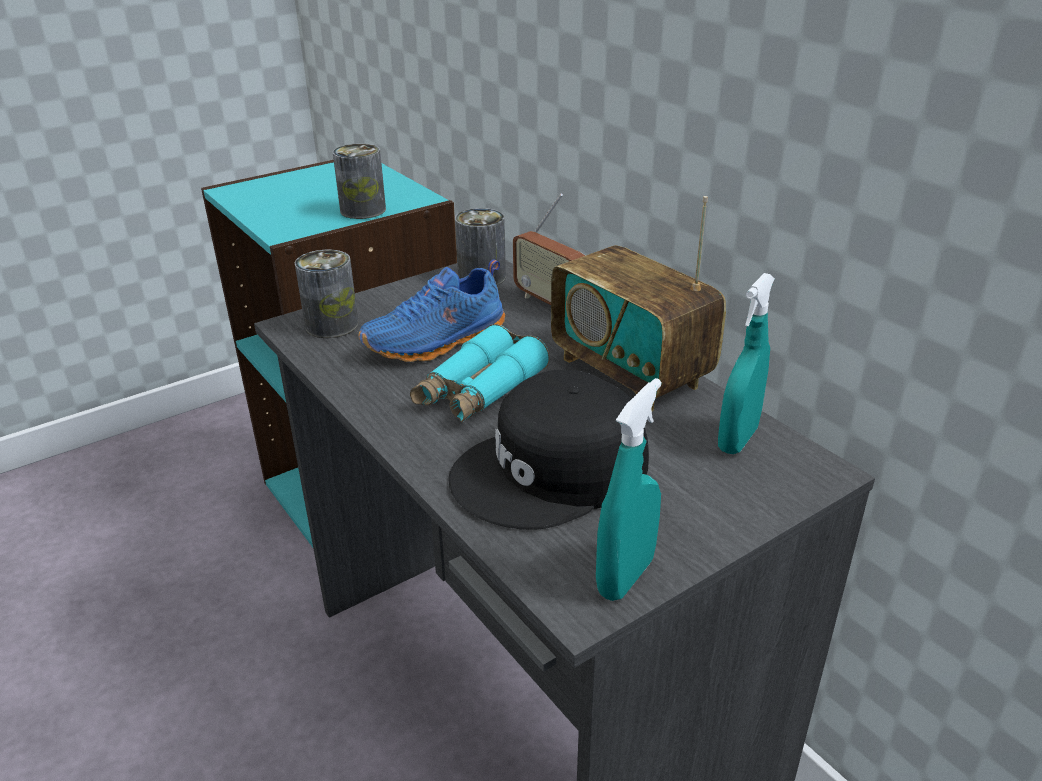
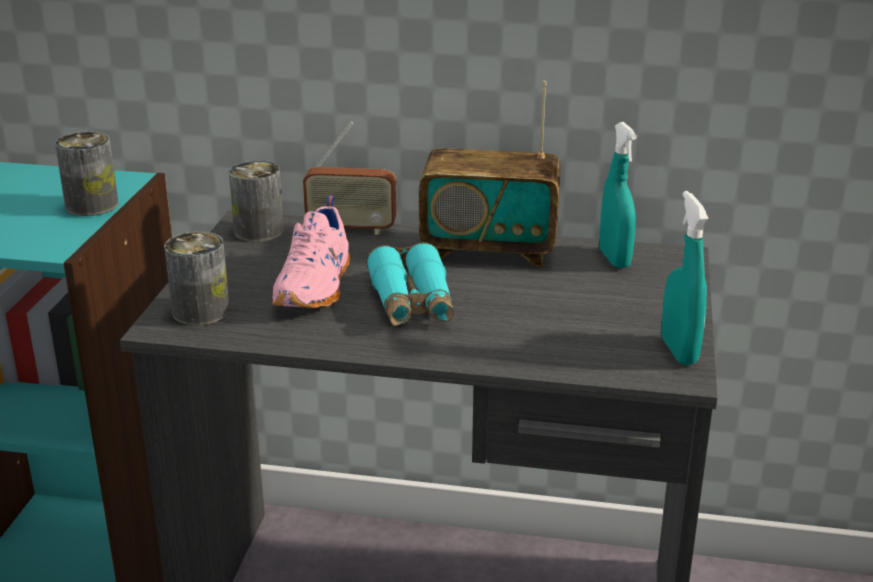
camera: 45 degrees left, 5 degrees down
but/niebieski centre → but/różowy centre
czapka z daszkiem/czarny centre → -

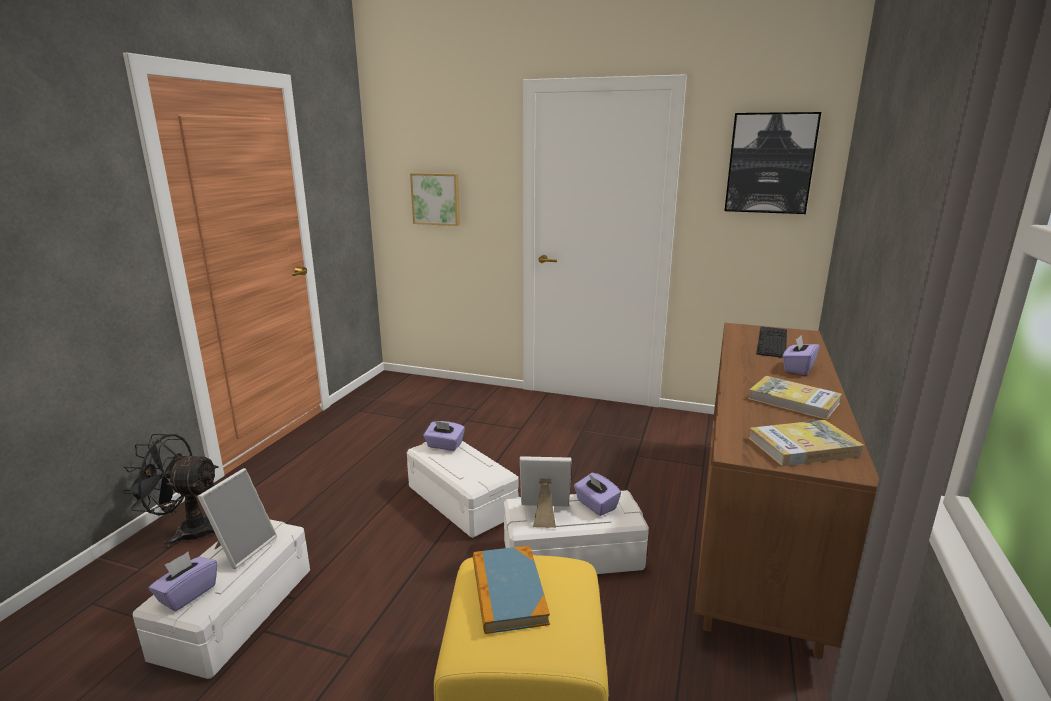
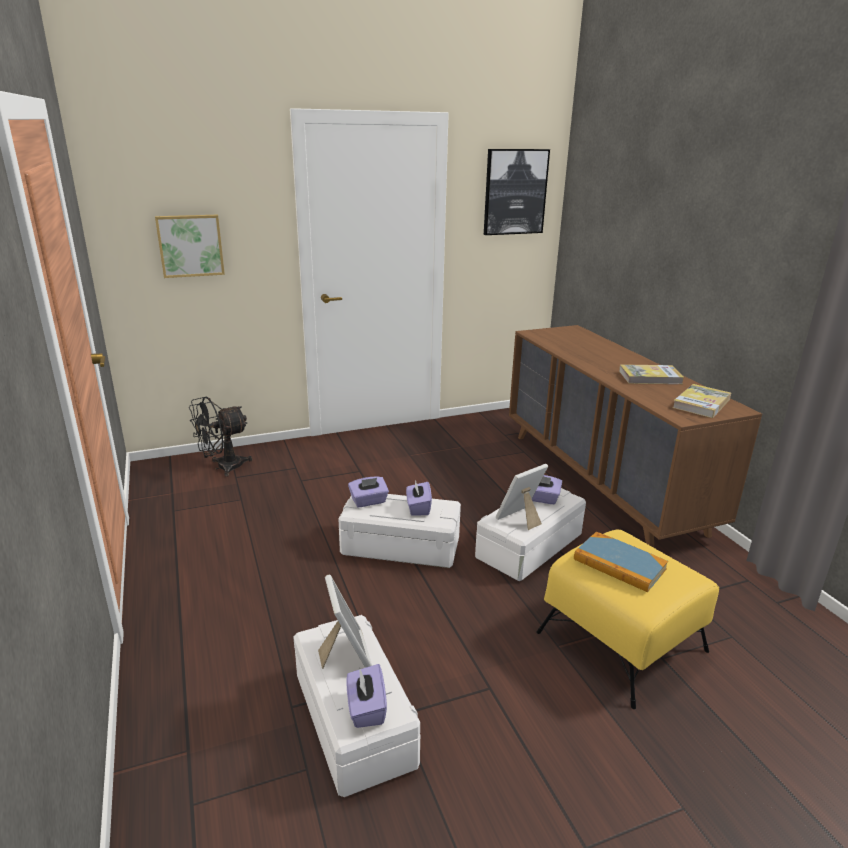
camera: 40 degrees left, 5 degrees up
wentylator/czarny bottom left → wentylator/czarny middle left, shifted
pudełko chusteczek/fioletowy (no. 4 from left in the first image) middle right → pudełko chusteczek/fioletowy (no. 3 from left) centre, shifted
klawiatura middle right → -

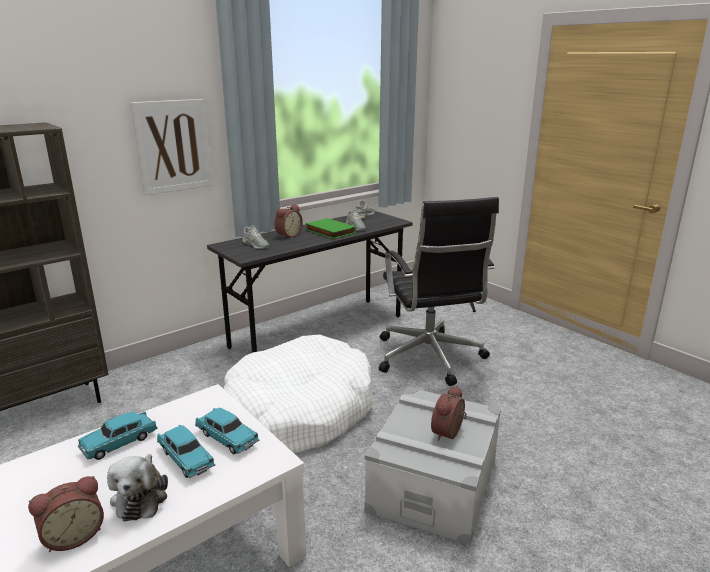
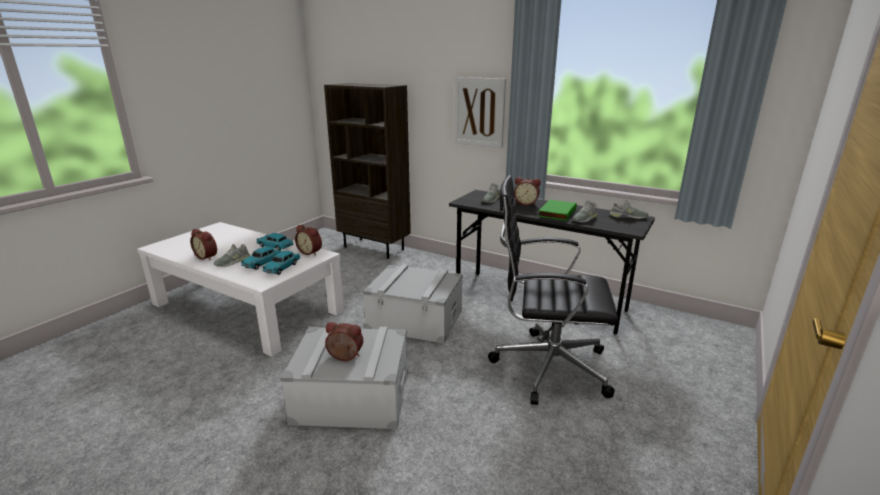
camera: 70 degrees right, 0 degrees up
pluszak bottom left → but/szary (no. 1 from left) middle left
- → budzik (no. 2 from left) centre
legowisko/biały bottom centre → pojemnik do przechowywania/szary (no. 2 from left) centre
krzesło biurowe/czarny centre, 45 degrees clockwise

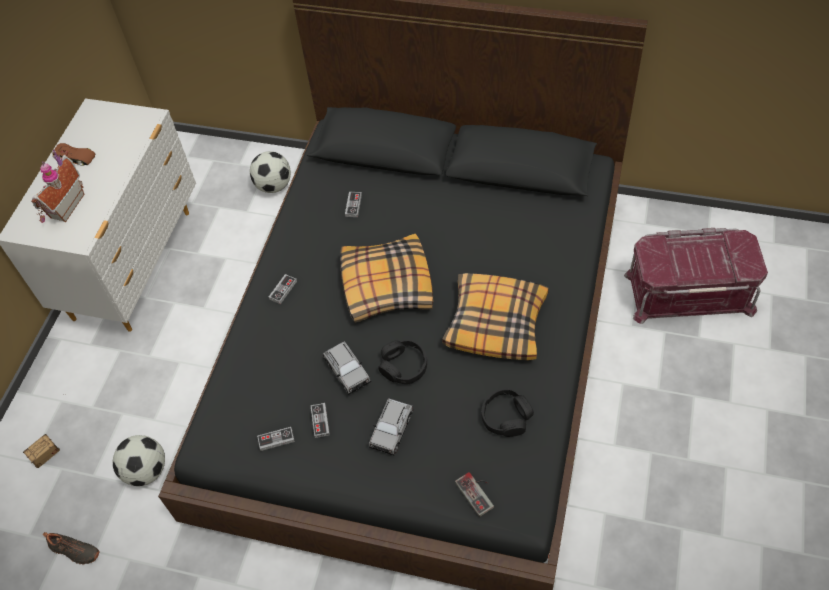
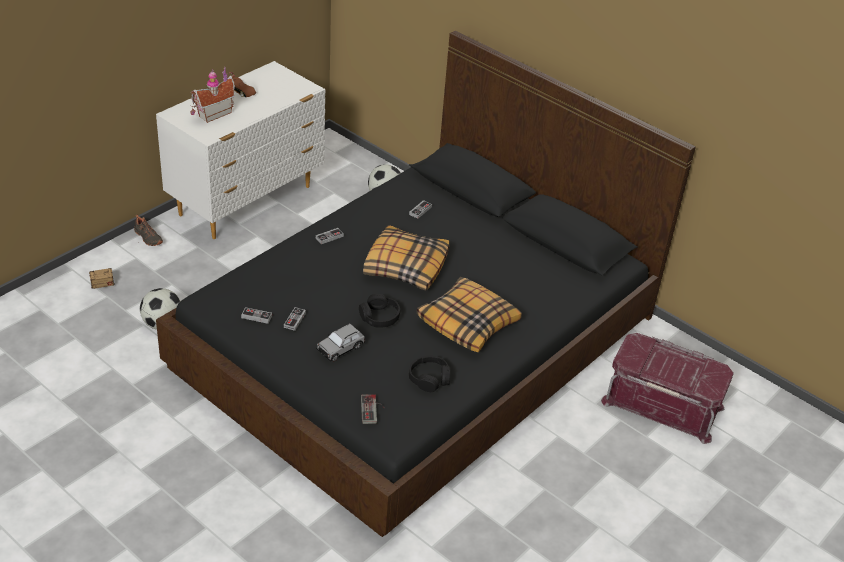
camera: 20 degrees right, 15 degrees down
but/czarny bottom left → but/czarny middle left, shifted
samochodzik/szary (no. 1 from left) centre → -

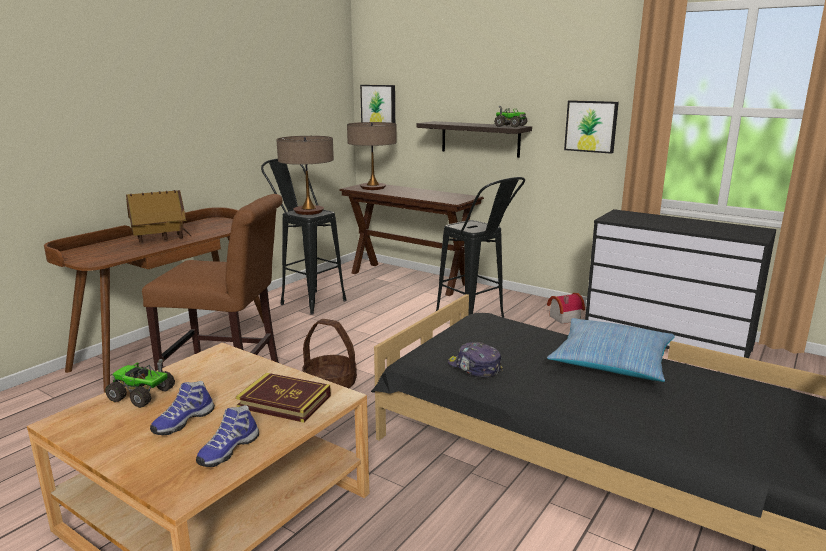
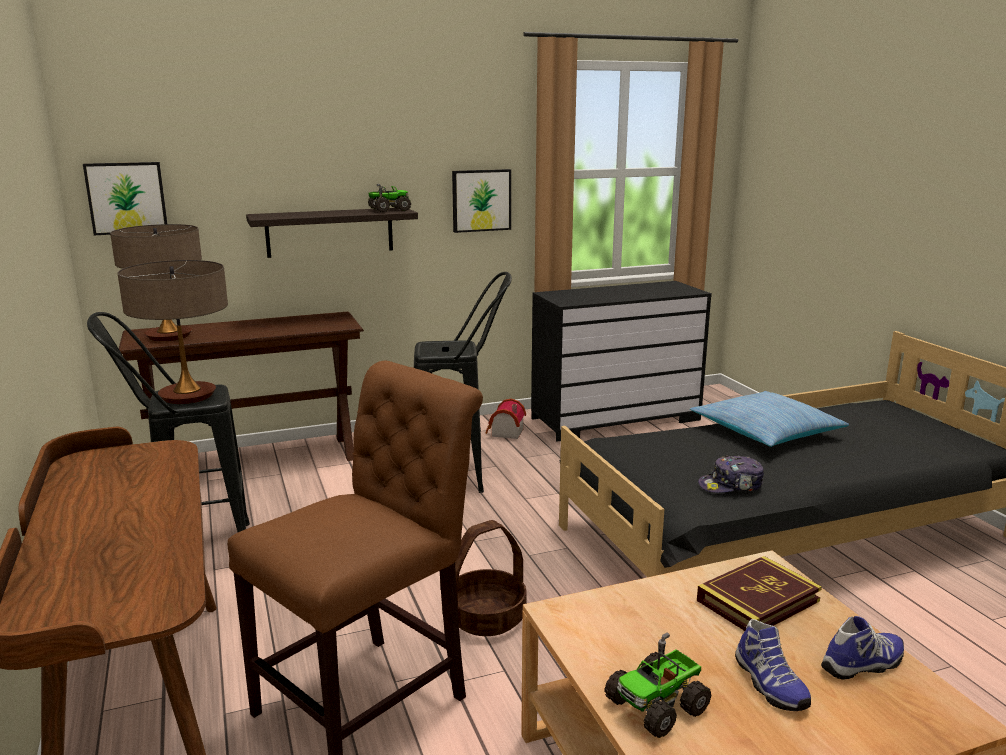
camera: 55 degrees left, 0 degrees up
but (no. 2 from left) bottom left → but (no. 2 from left) bottom right, 90 degrees counterclockwise
domek (no. 1 from left) middle left → -

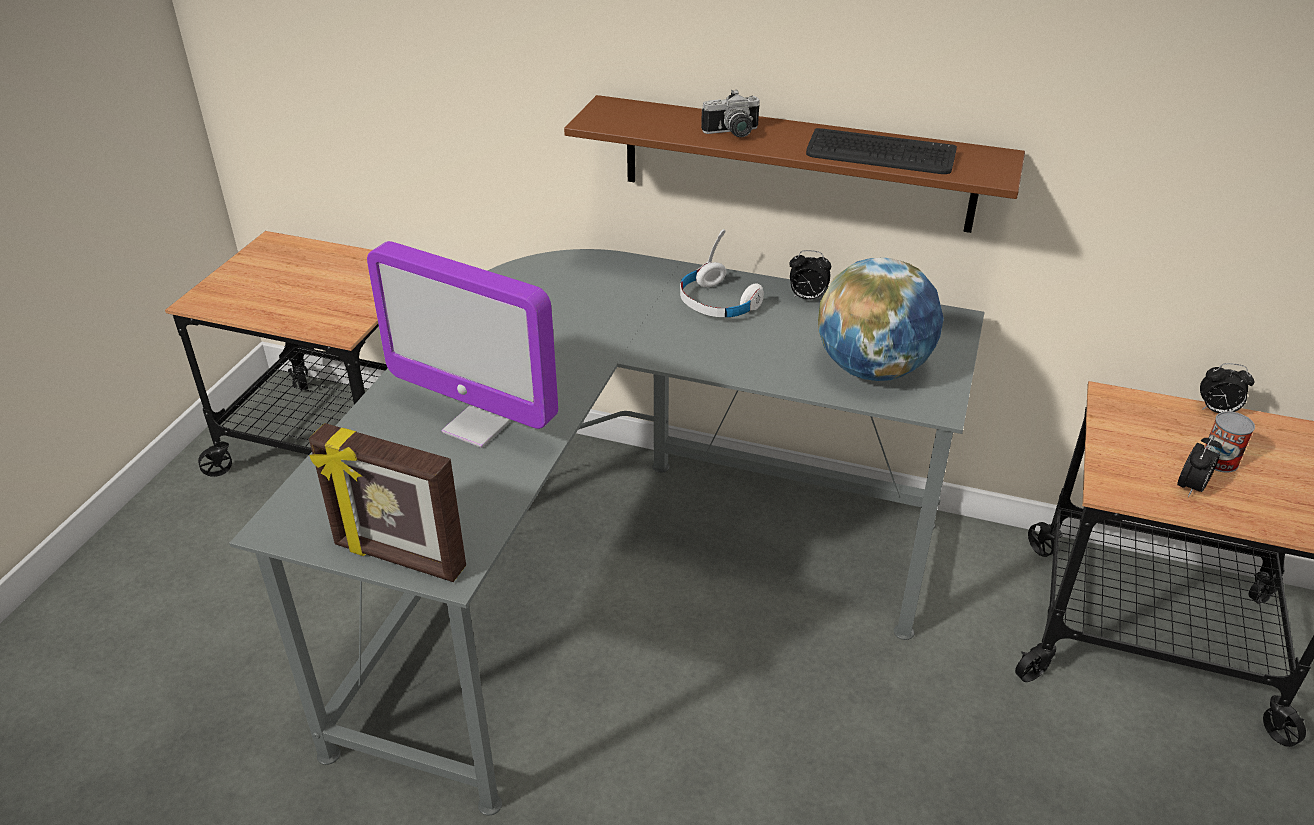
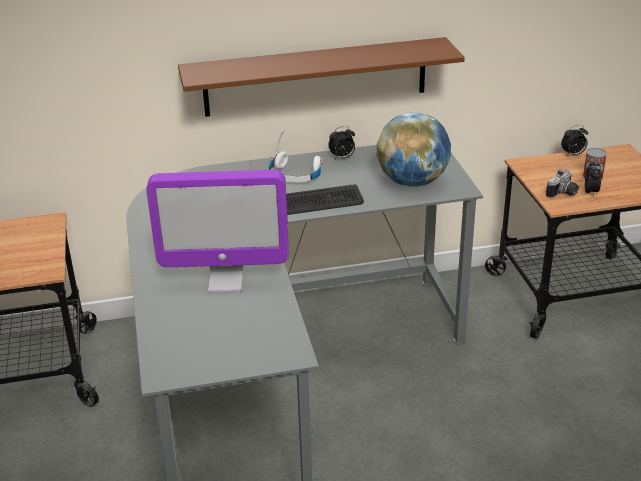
camera: 30 degrees left, 5 degrees down
klawiatura top right → klawiatura centre, shifted
aparat fotograficzny top centre → aparat fotograficzny middle right, shifted
ramka na zdjęcie middle left → -

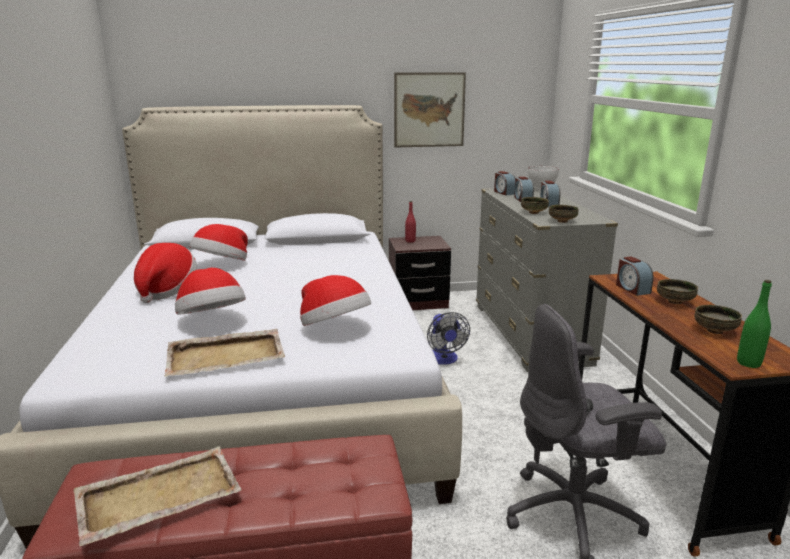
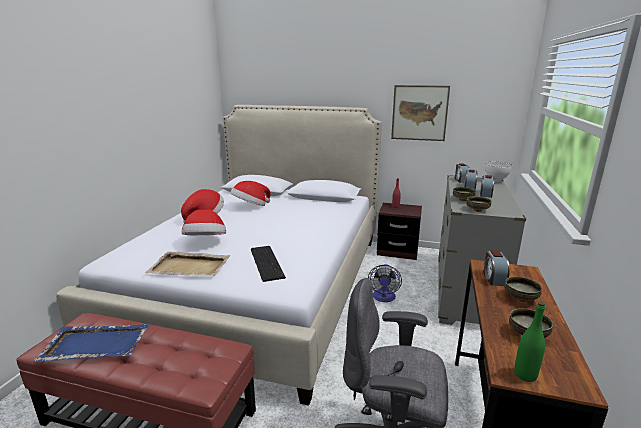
camera: 25 degrees right, 0 degrees up
taca/beżowy (no. 1 from left) bottom left → taca/niebieski bottom left
kapelusz (no. 4 from left) centre → klawiatura centre

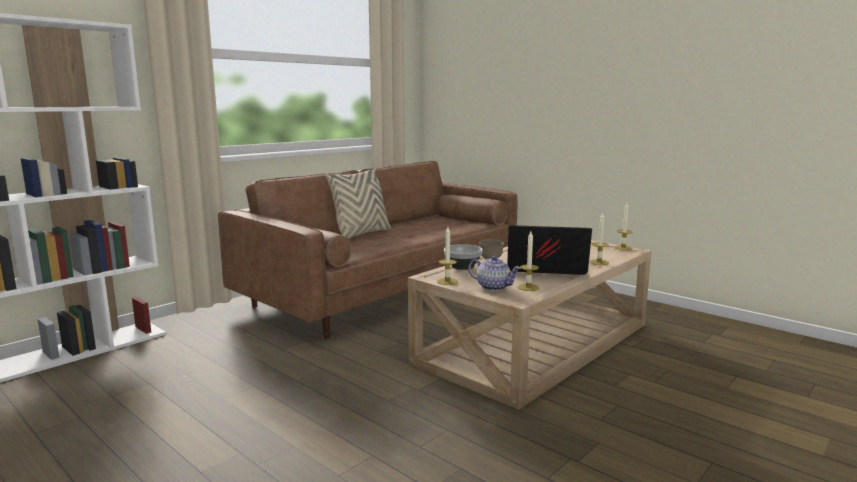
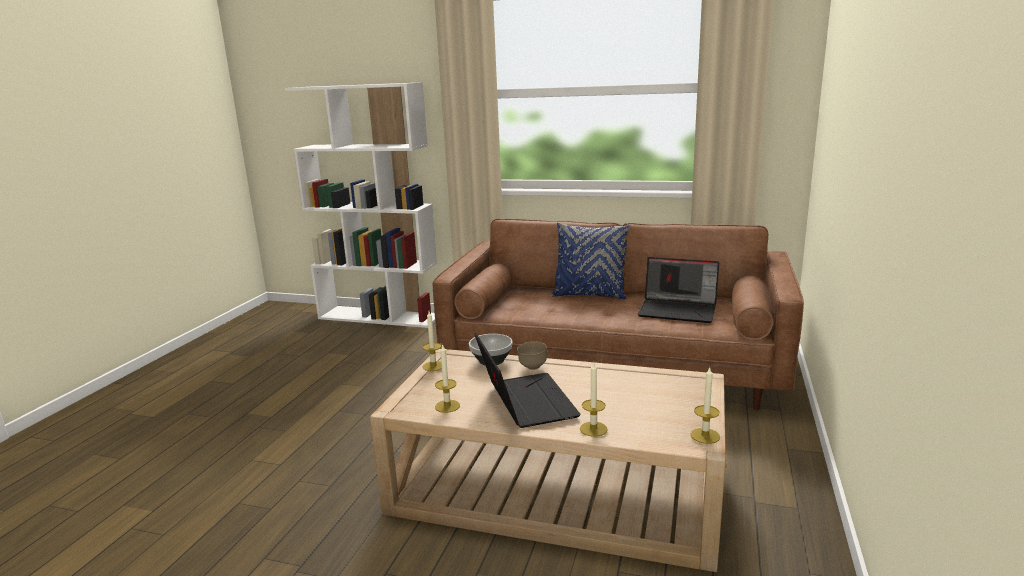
camera: 65 degrees right, 5 degrees up
poduszka/beżowy centre → poduszka/niebieski centre
- → laptop (no. 2 from left) centre
imbryk centre → -

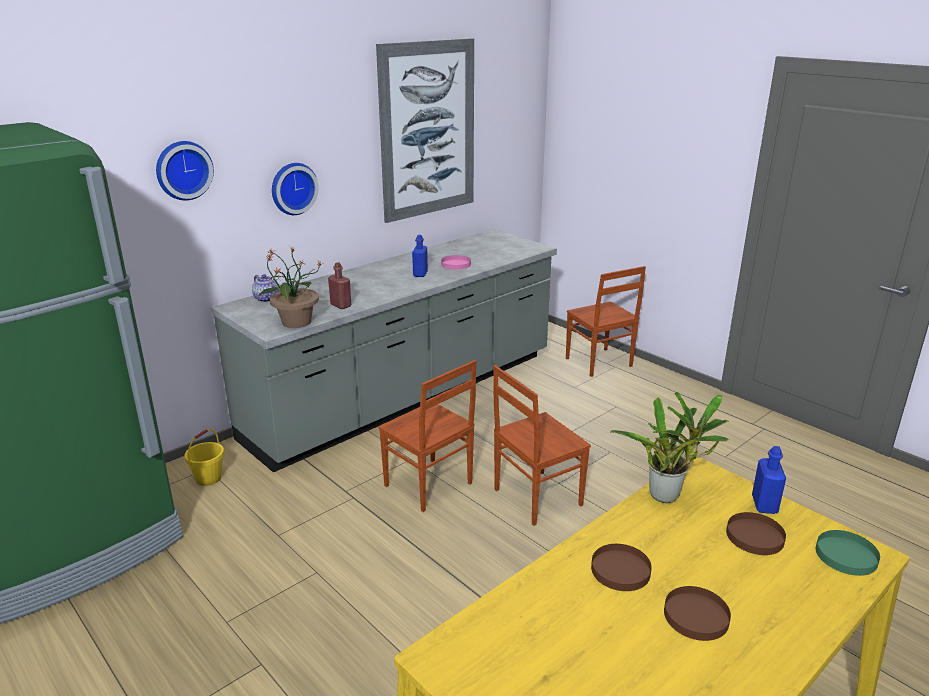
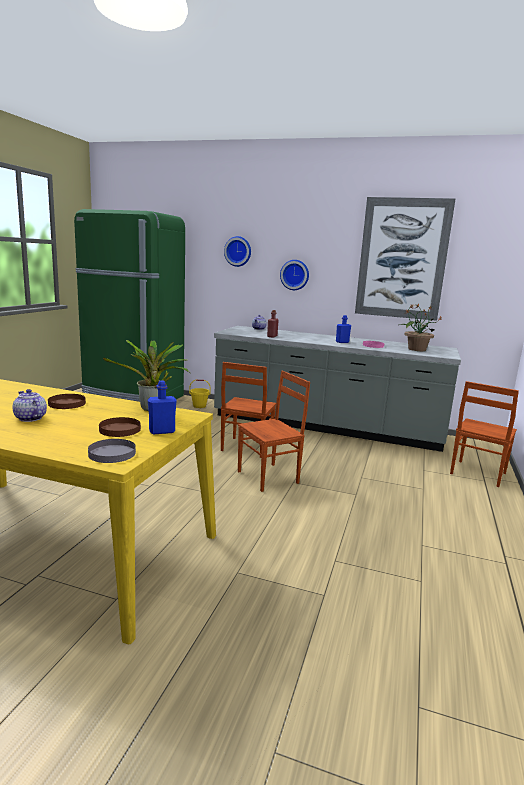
camera: 60 degrees right, 10 degrees down
talerz/brązowy (no. 2 from left) bottom right → imbryk (no. 1 from left) middle left
talerz/zielony bottom right → talerz/szary middle left
krzesło/brązowy (no. 2 from left) centre, 120 degrees clockwise
roślina doniczkowa (no. 1 from left in the first image) middle left → roślina doniczkowa (no. 2 from left) middle right, shifted

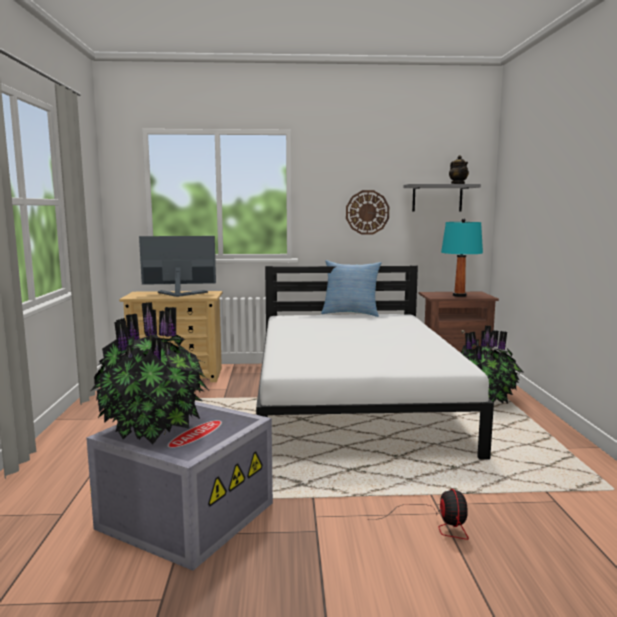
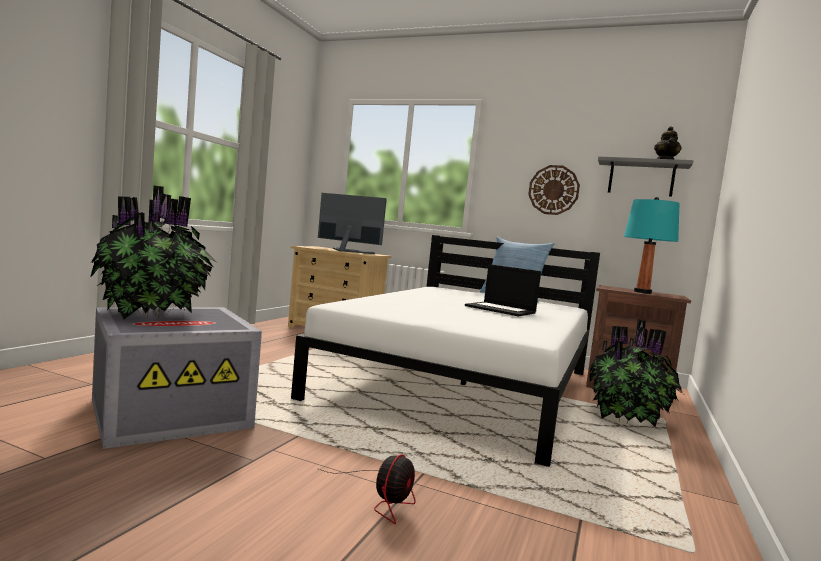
camera: 25 degrees right, 5 degrees down
- → laptop centre

